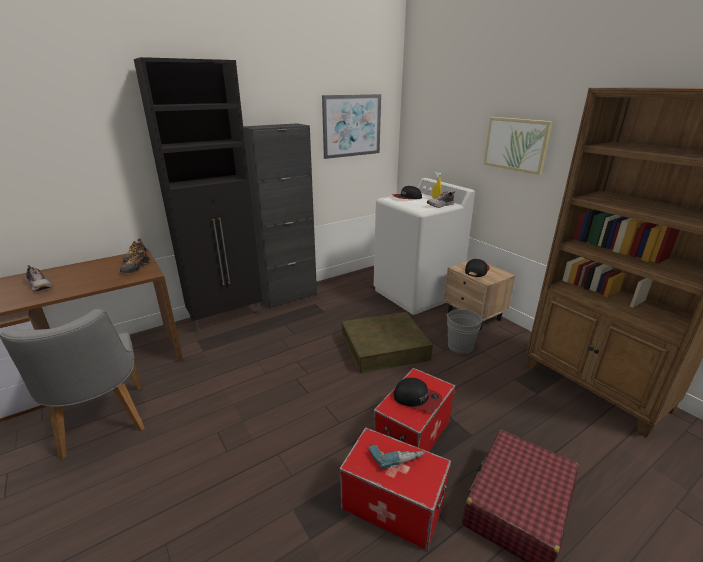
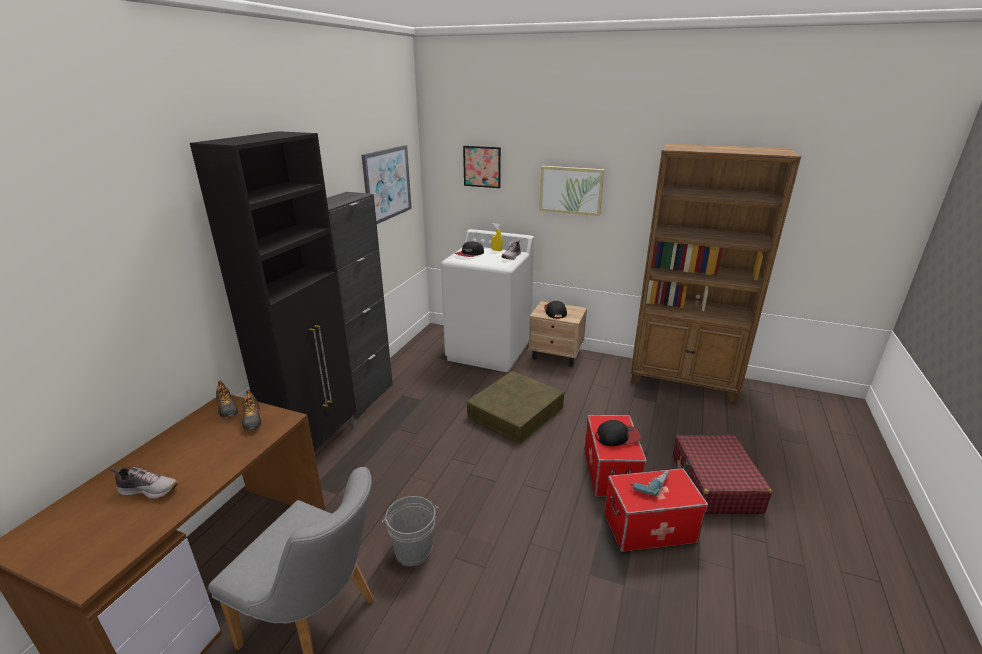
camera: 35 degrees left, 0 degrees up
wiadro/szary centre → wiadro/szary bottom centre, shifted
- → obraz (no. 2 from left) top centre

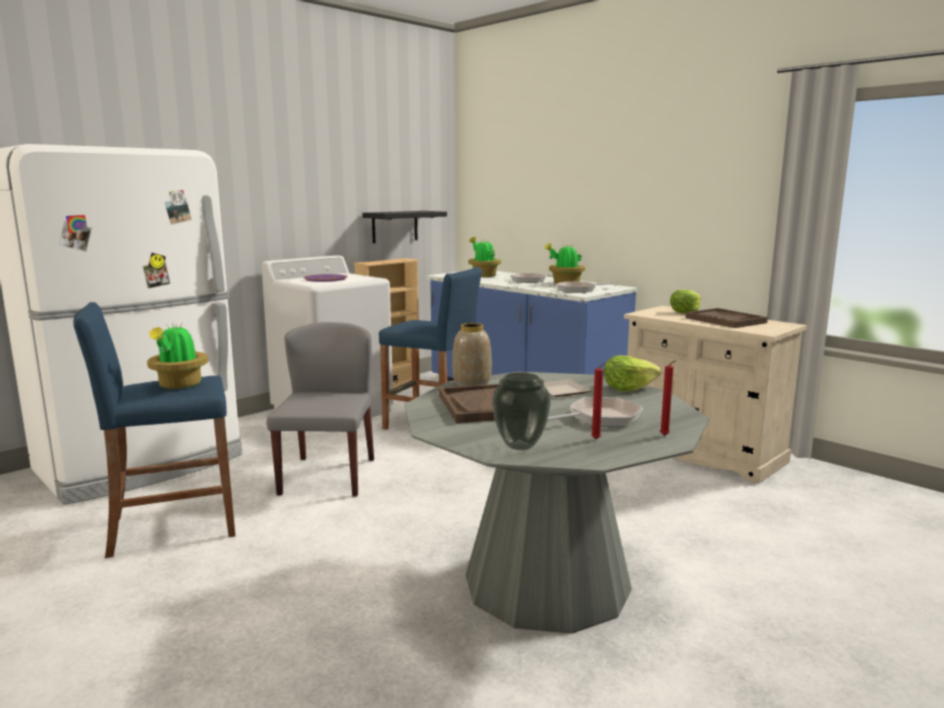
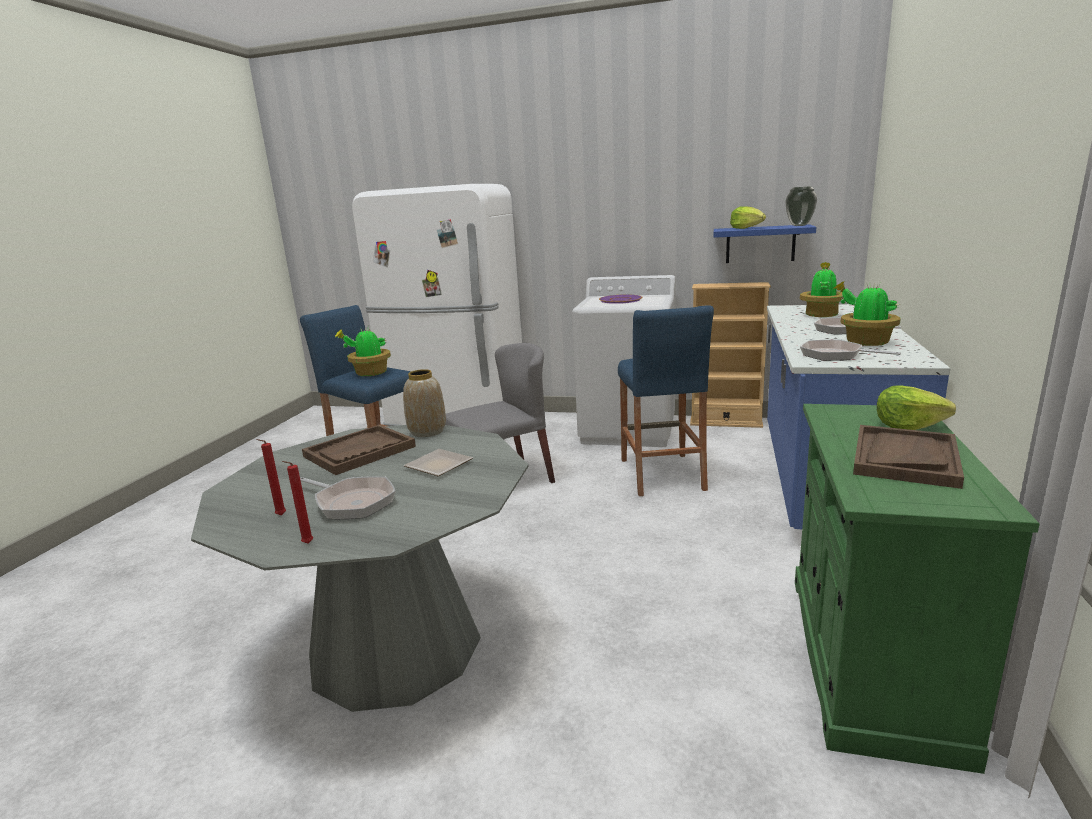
camera: 60 degrees right, 5 degrees up
półka/czarny top centre → półka/niebieski top right
sałata (no. 1 from left) middle right → sałata (no. 1 from left) top right, shifted
wazon (no. 2 from left) centre → wazon (no. 2 from left) top right, shifted
szafka/beżowy middle right → szafka/zielony bottom right

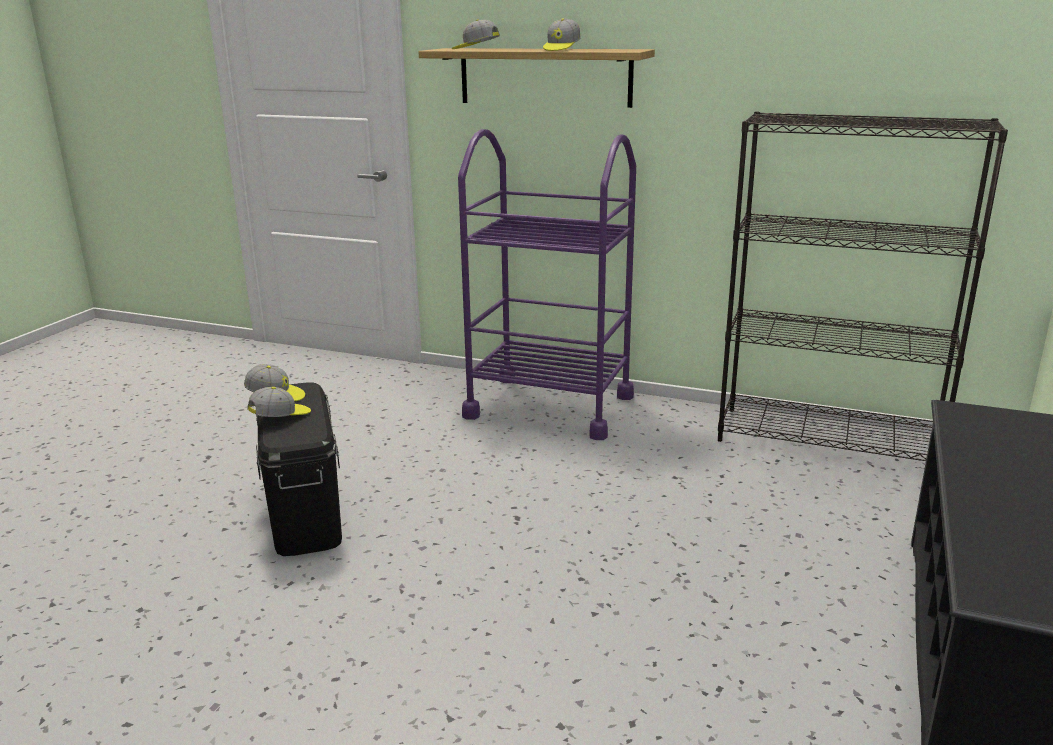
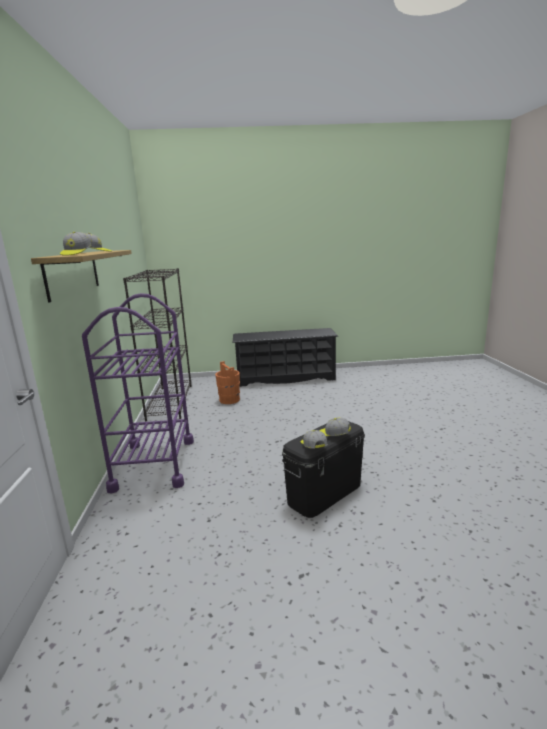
camera: 115 degrees left, 5 degrees down
- → wiadro/pomarańczowy centre

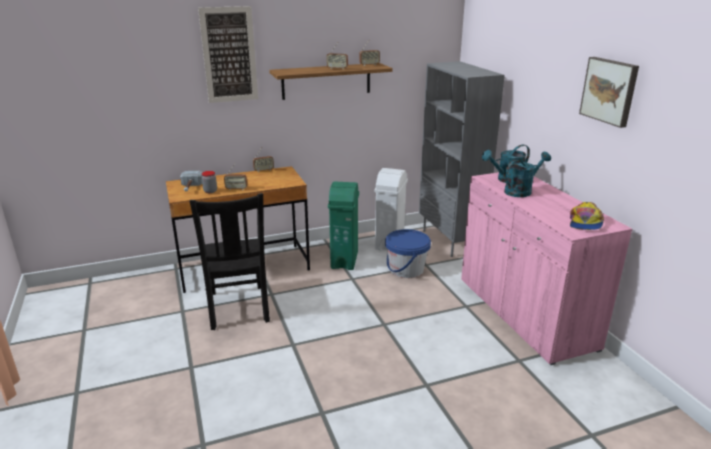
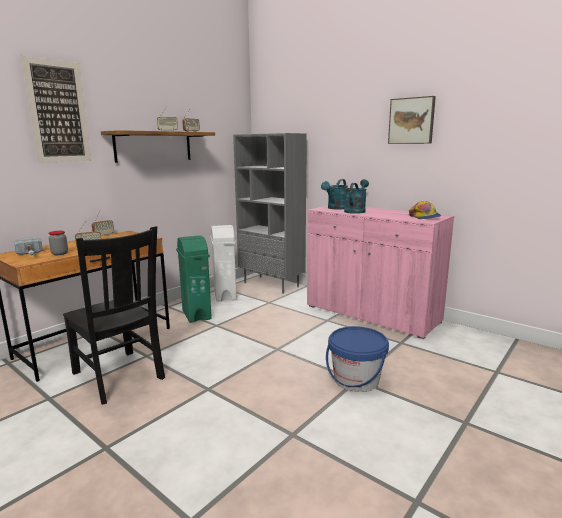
camera: 30 degrees left, 10 degrees down
wiadro/niebieski centre → wiadro/niebieski bottom centre, shifted

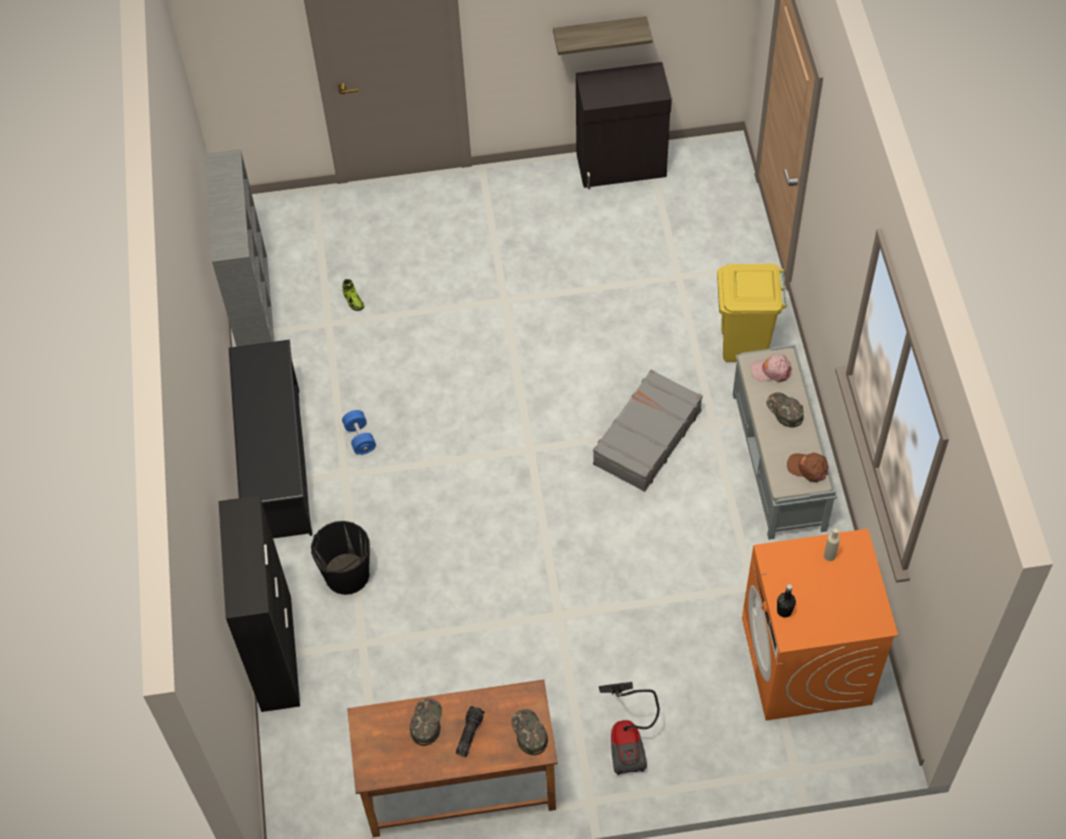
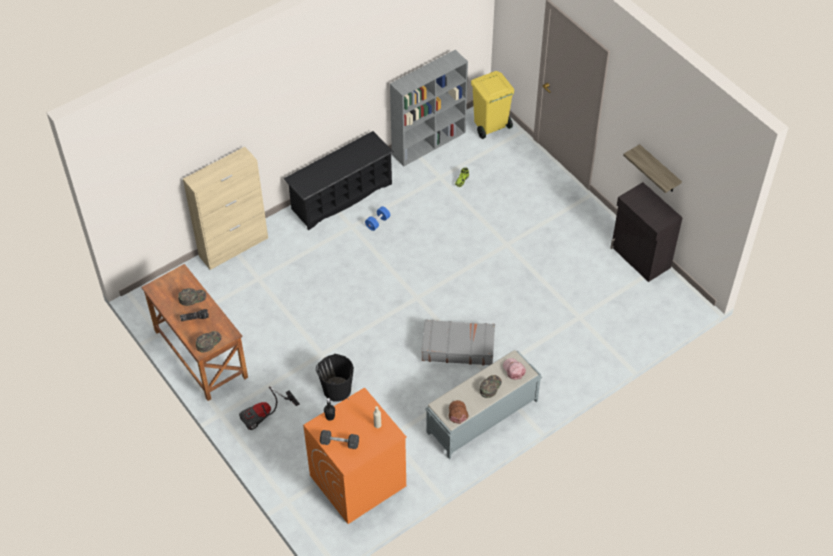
camera: 60 degrees right, 5 degrees down
szafka/czarny (no. 1 from left) bottom left → szafka/beżowy middle left
wiadro/czarny middle left → wiadro/czarny bottom centre, shifted
- → hantel/szary bottom centre
kosz na śmieci/żółty middle right → kosz na śmieci/żółty top centre, shifted

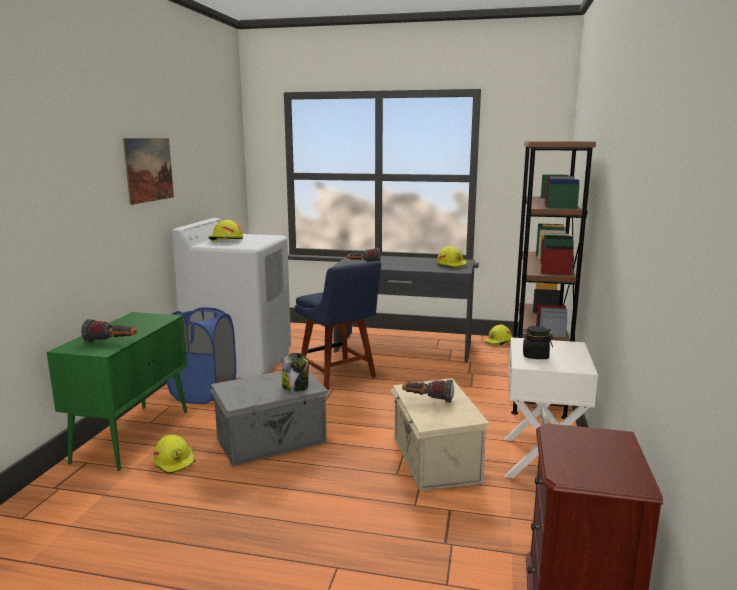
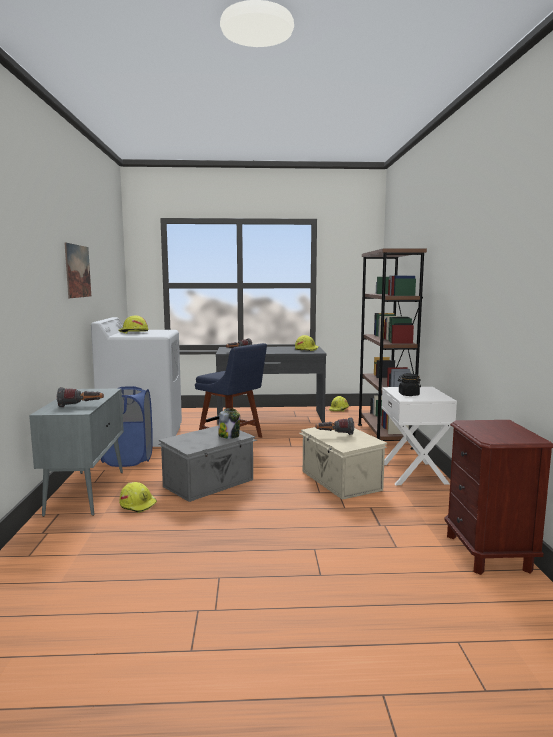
camera: 15 degrees left, 5 degrees down
szafka/zielony middle left → szafka/szary middle left

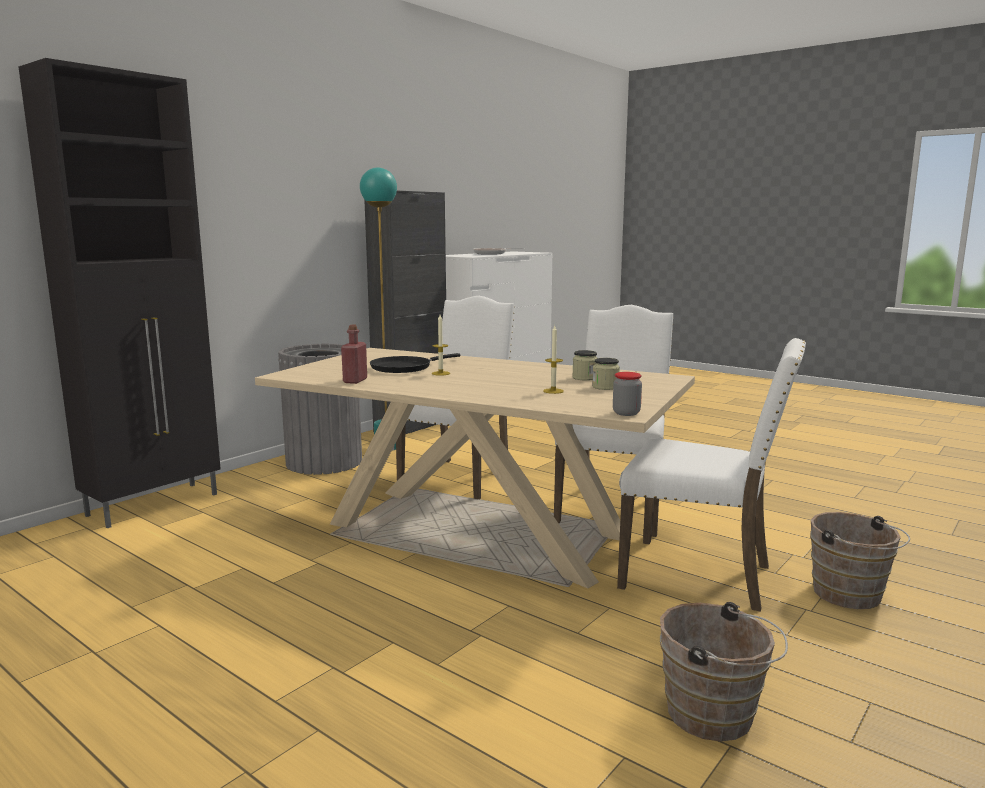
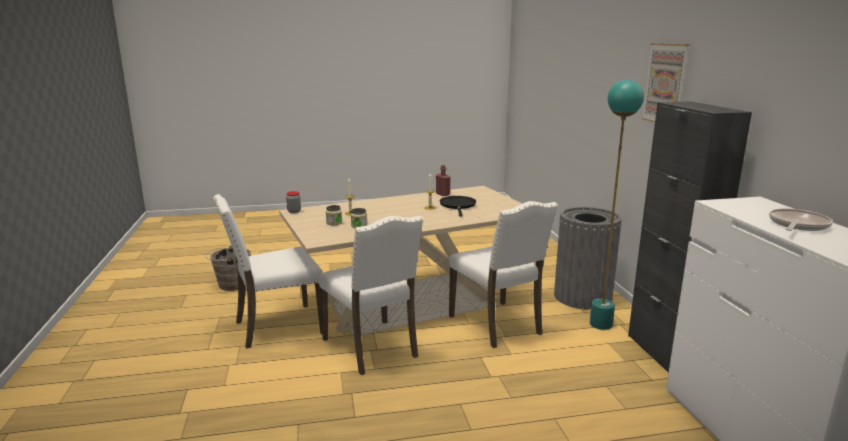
camera: 130 degrees right, 5 degrees up
- → obraz top right
szafka/czarny (no. 1 from left) middle left → -
wiadro/brązowy (no. 2 from left) bottom right → -

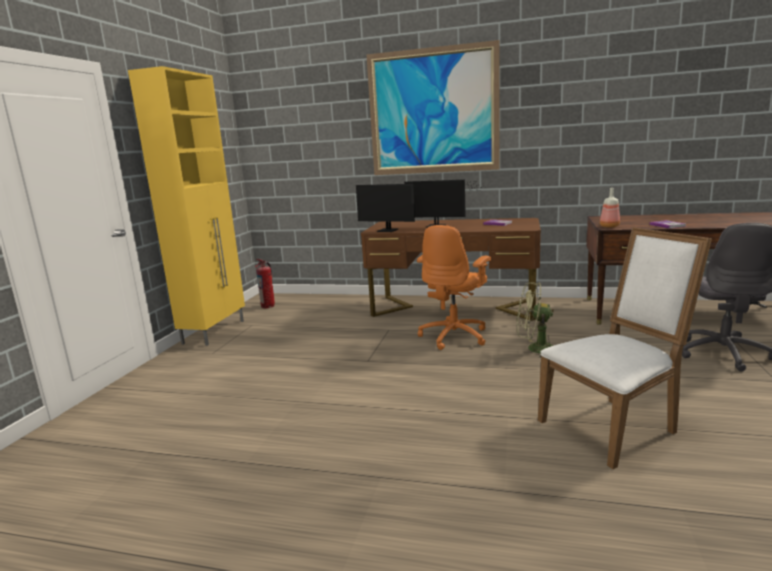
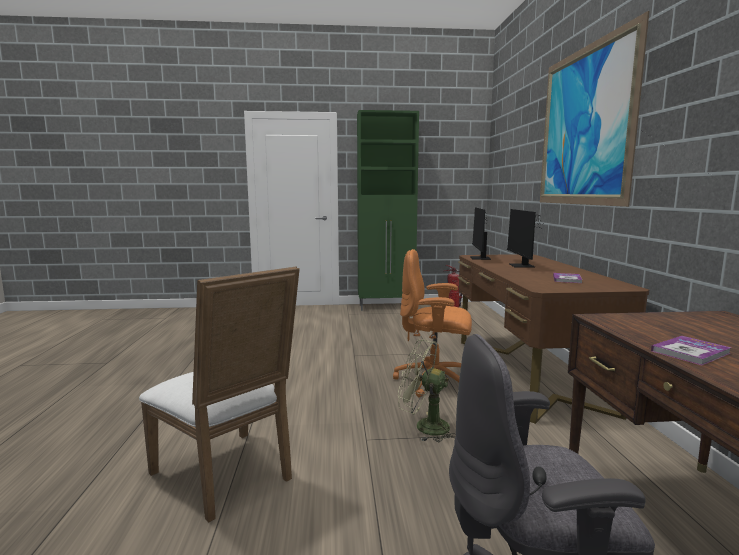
camera: 70 degrees right, 5 degrees down
szafka/żółty middle left → szafka/zielony centre
wentylator/zielony middle right → wentylator/zielony bottom centre, 60 degrees counterclockwise
butelka middle right → -

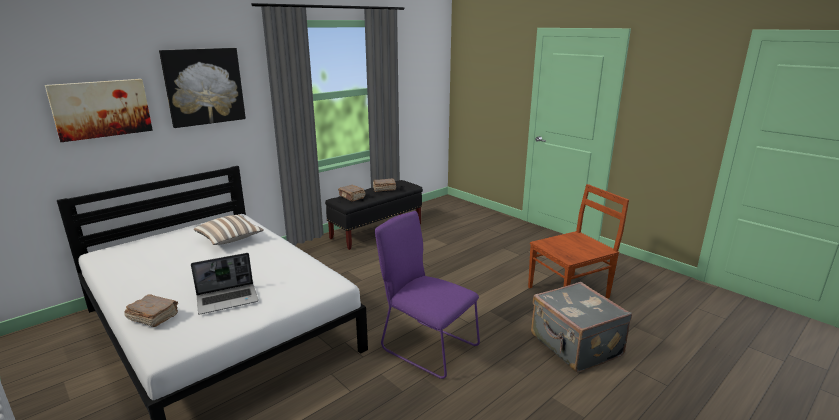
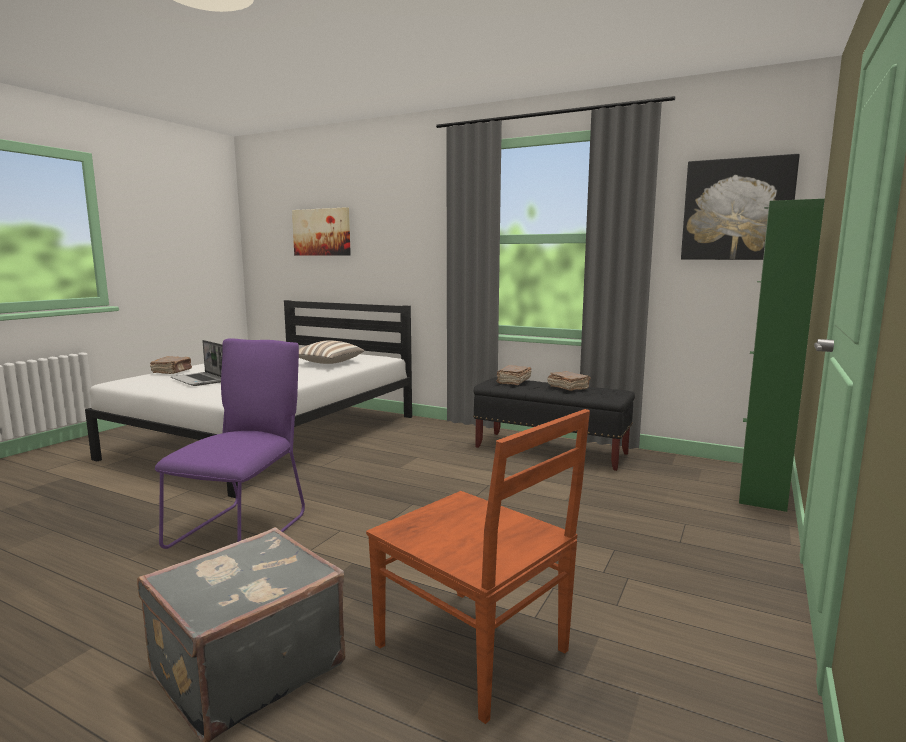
camera: 70 degrees right, 10 degrees down
obraz (no. 2 from left) top left → obraz (no. 2 from left) top right, shifted
- → szafka/zielony middle right

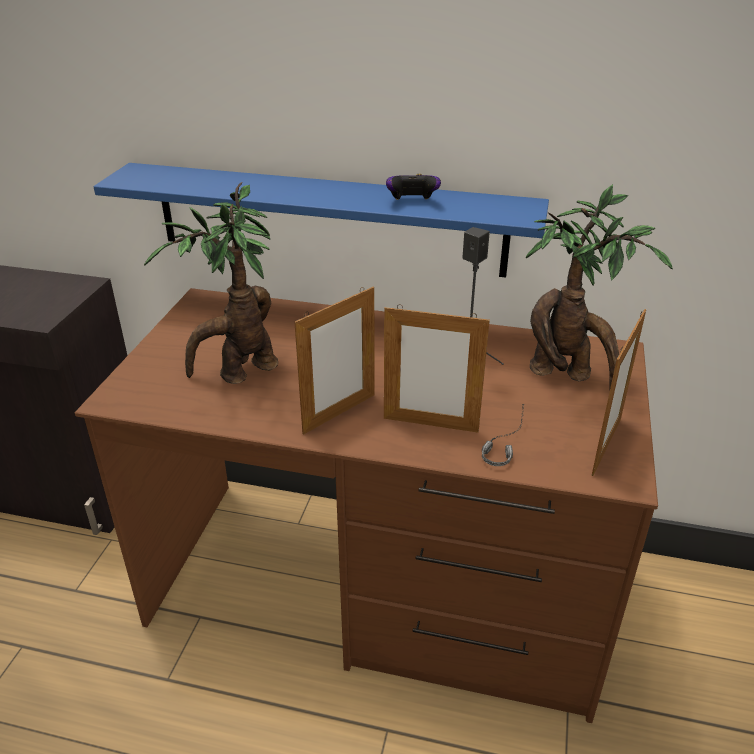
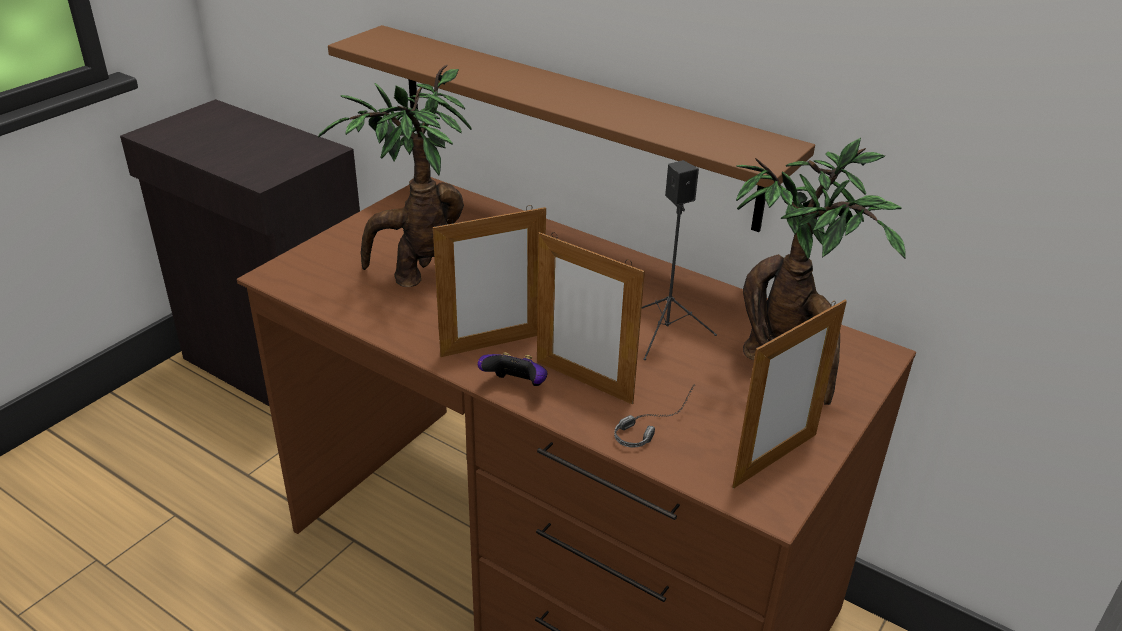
camera: 20 degrees right, 0 degrees up
półka/niebieski top centre → półka/brązowy top centre
pad do gier top centre → pad do gier centre, shifted

